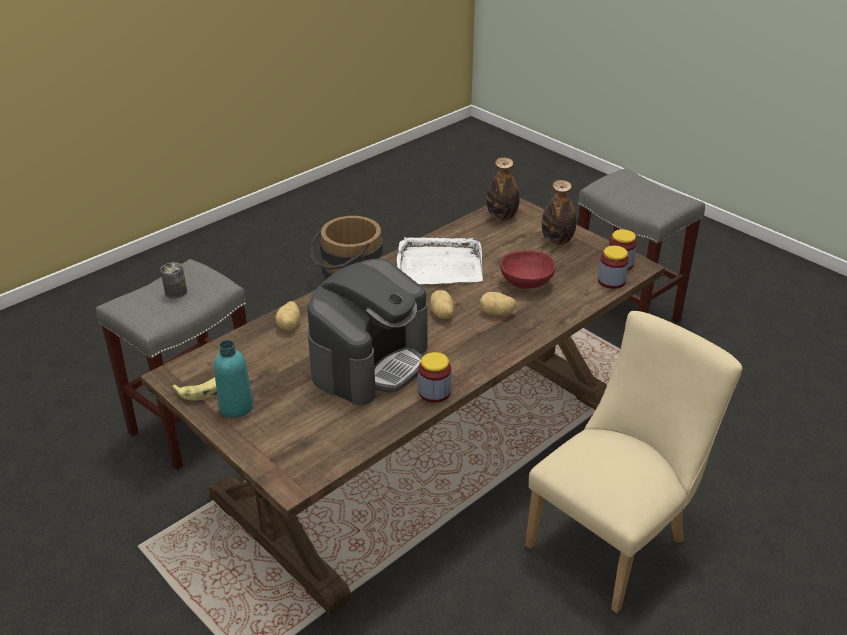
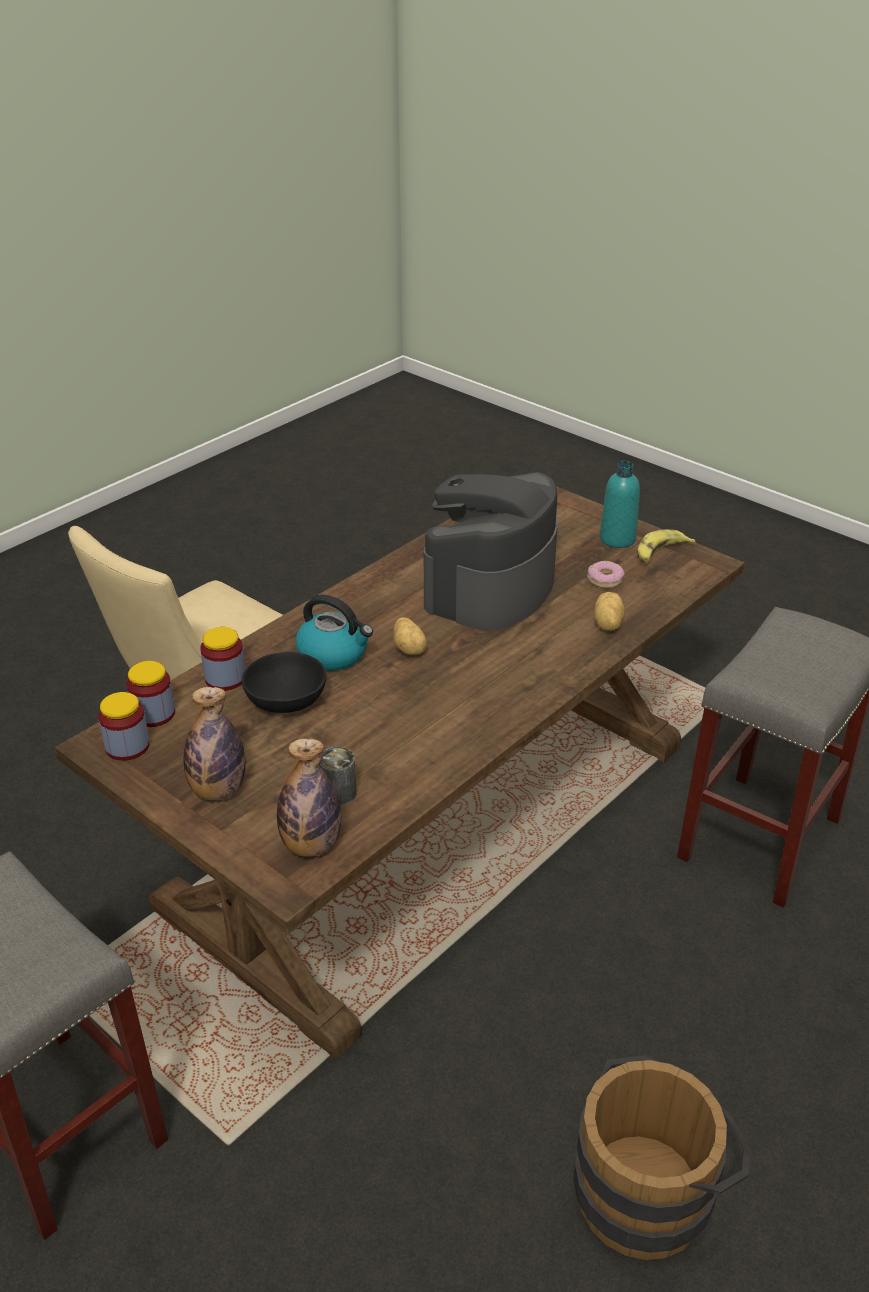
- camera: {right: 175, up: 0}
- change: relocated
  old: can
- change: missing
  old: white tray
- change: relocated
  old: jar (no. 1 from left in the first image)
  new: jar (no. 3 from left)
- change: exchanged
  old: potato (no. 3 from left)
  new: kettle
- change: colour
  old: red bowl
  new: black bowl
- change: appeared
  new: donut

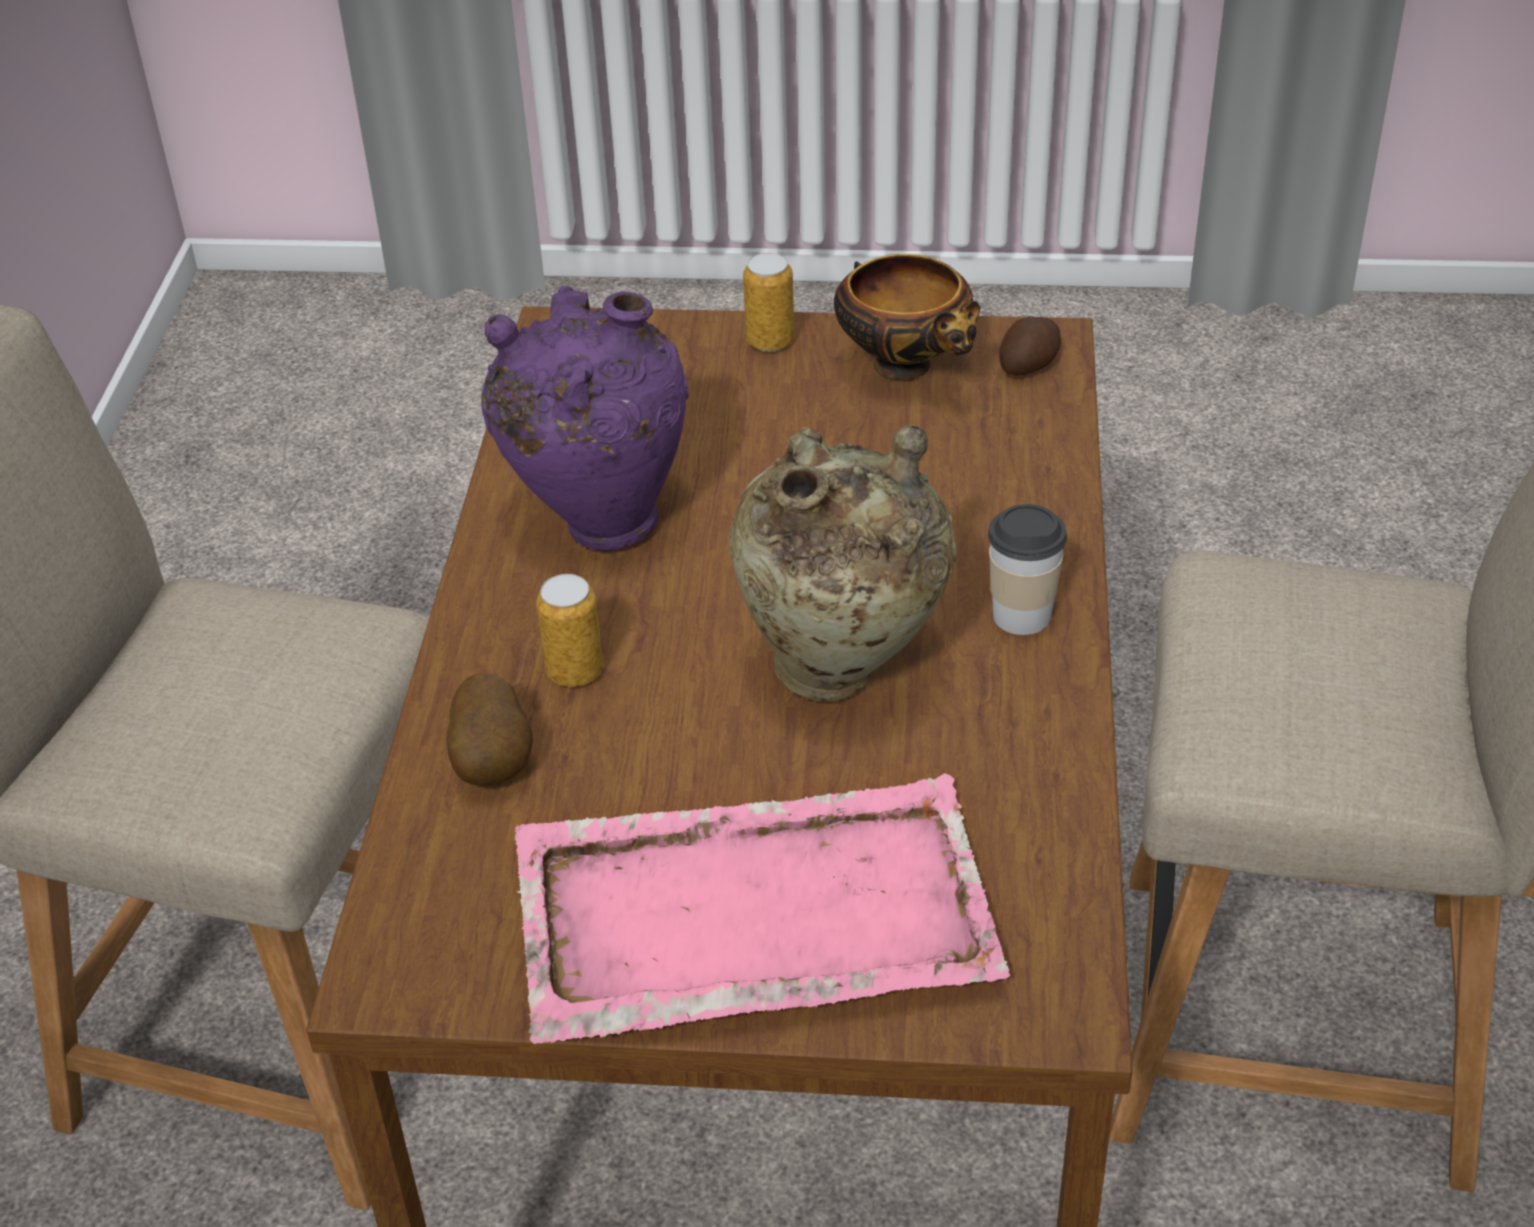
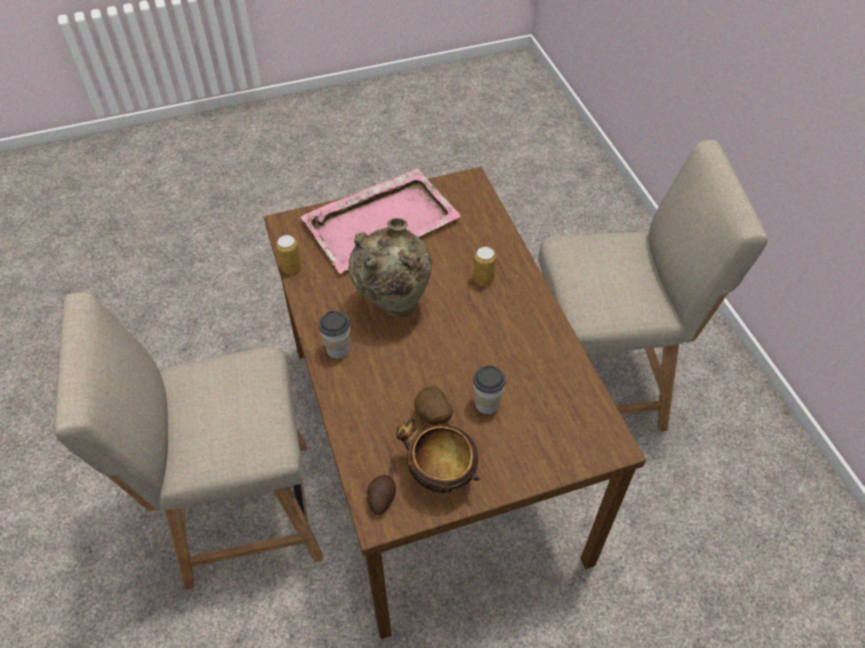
- camera: {right: 155, up: 10}
- change: relocated
  old: potato (no. 1 from left in the first image)
  new: potato (no. 2 from left)
- change: missing
  old: purple vase
- change: relocated
  old: can (no. 2 from left in the first image)
  new: can (no. 1 from left)
- change: appeared
  new: cup (no. 2 from left)

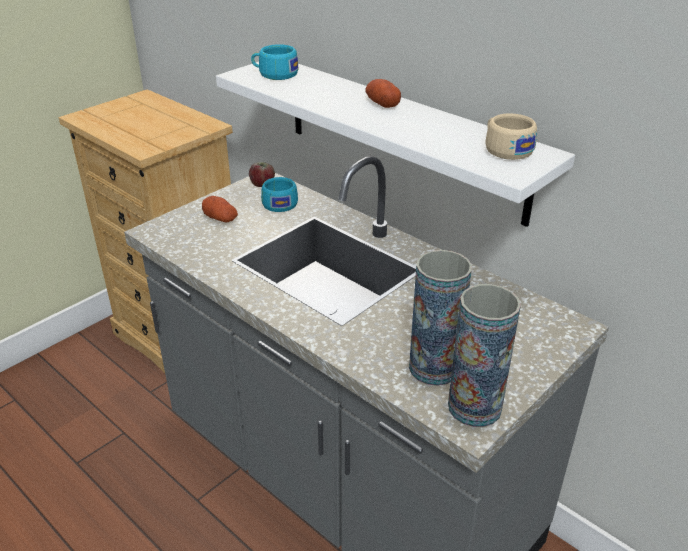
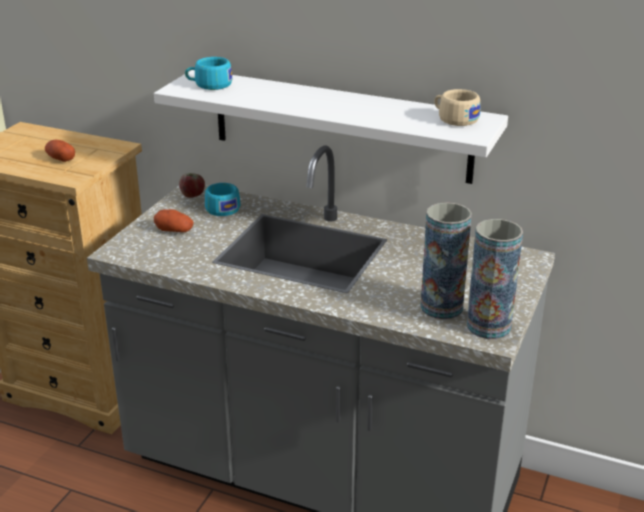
- camera: {right: -20, up: -5}
- change: relocated
  old: potato (no. 2 from left in the first image)
  new: potato (no. 1 from left)

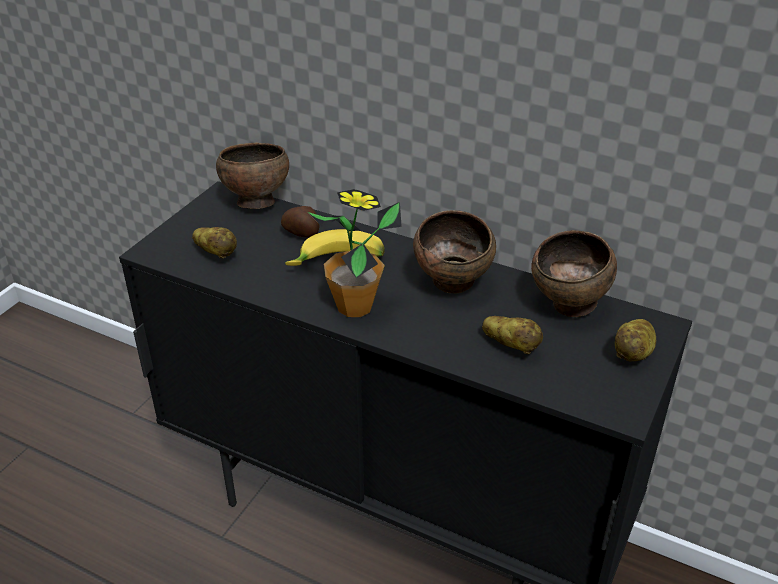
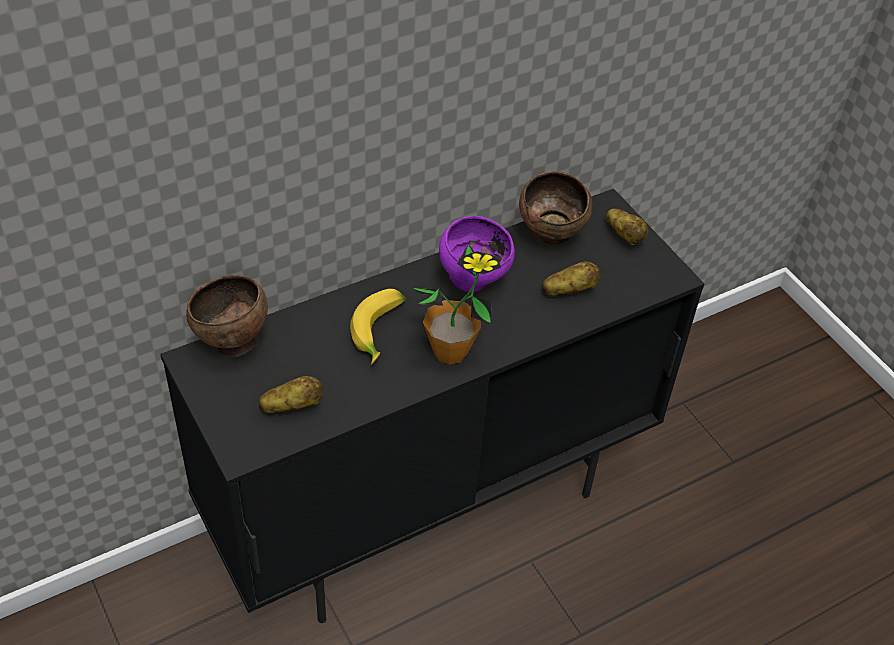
- camera: {right: -60, up: 10}
- change: missing
  old: potato (no. 2 from left)
- change: colour
  old: brown bowl (no. 2 from left)
  new: purple bowl

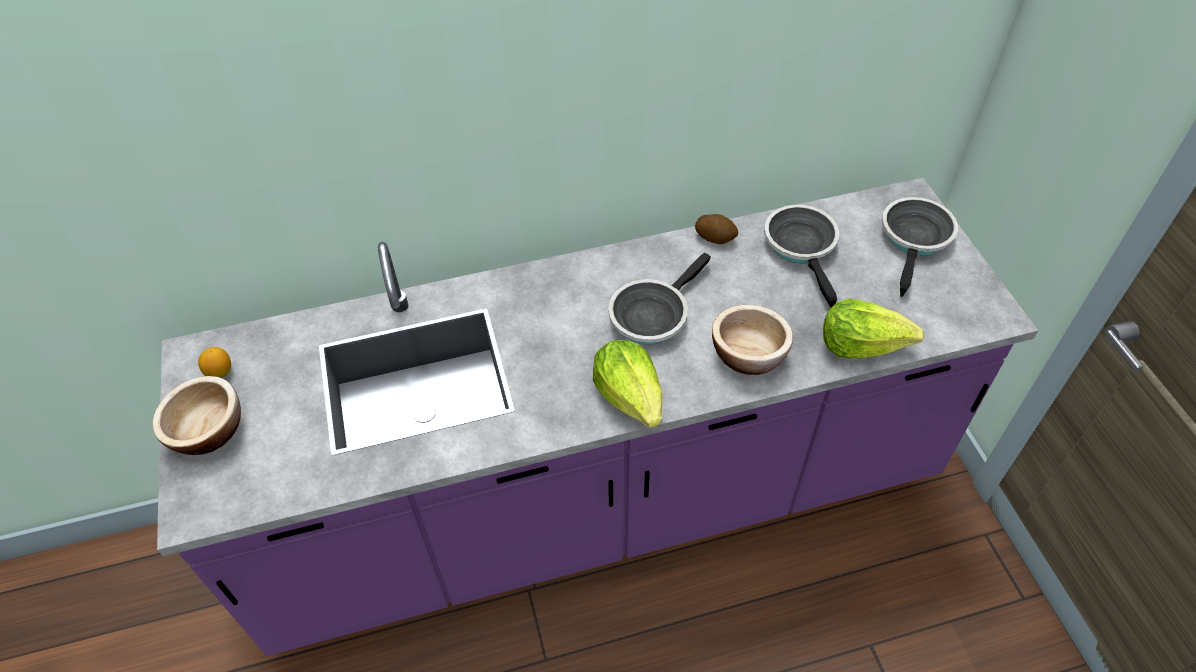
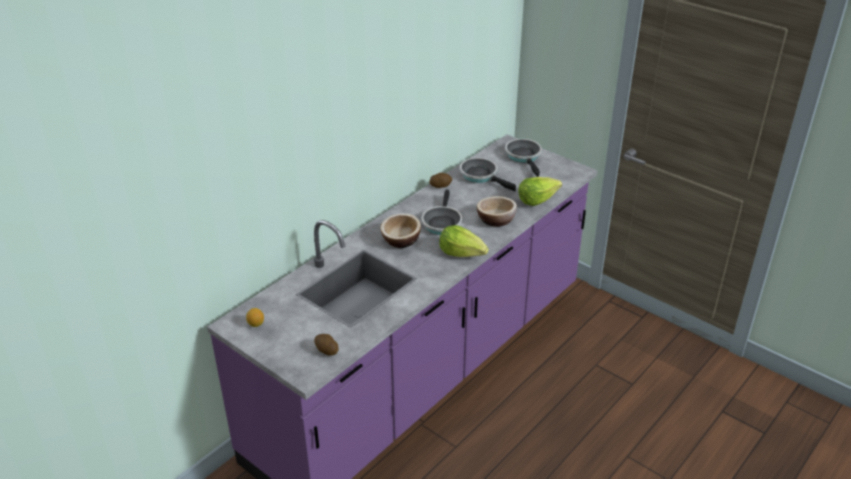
- camera: {right: -35, up: -15}
- change: relocated
  old: bowl (no. 1 from left)
- change: appeared
  new: potato (no. 1 from left)

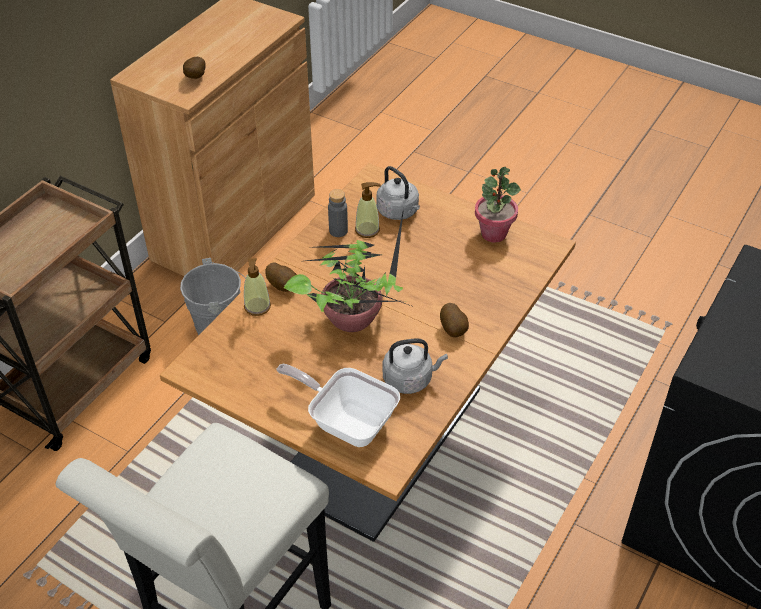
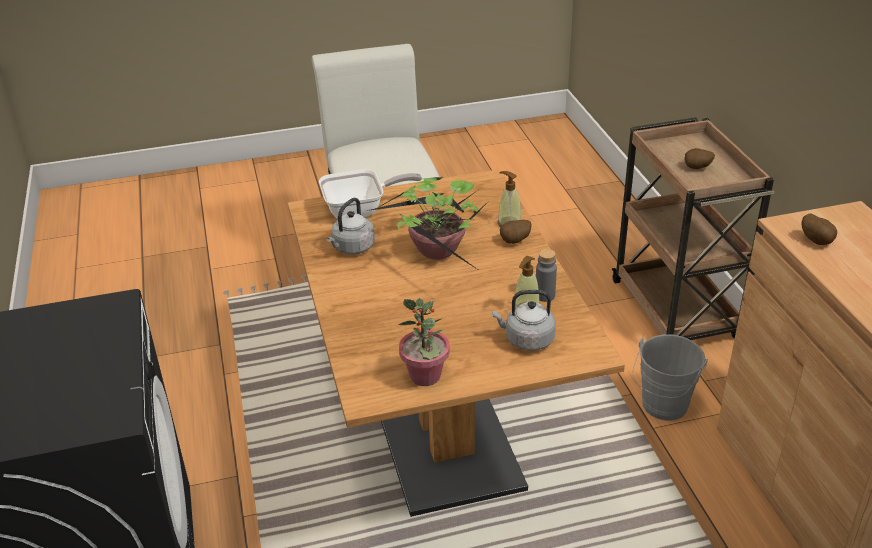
- camera: {right: 135, up: -10}
- change: relocated
  old: potato (no. 3 from left in the first image)
  new: potato (no. 2 from left)

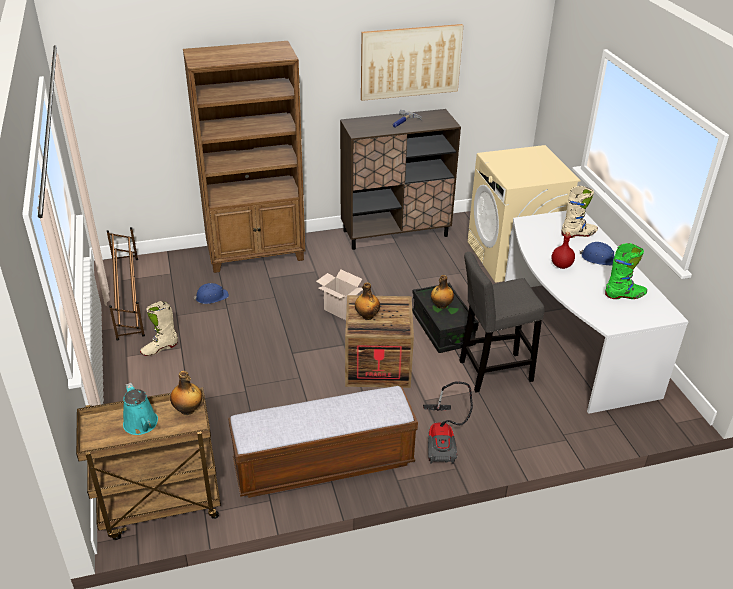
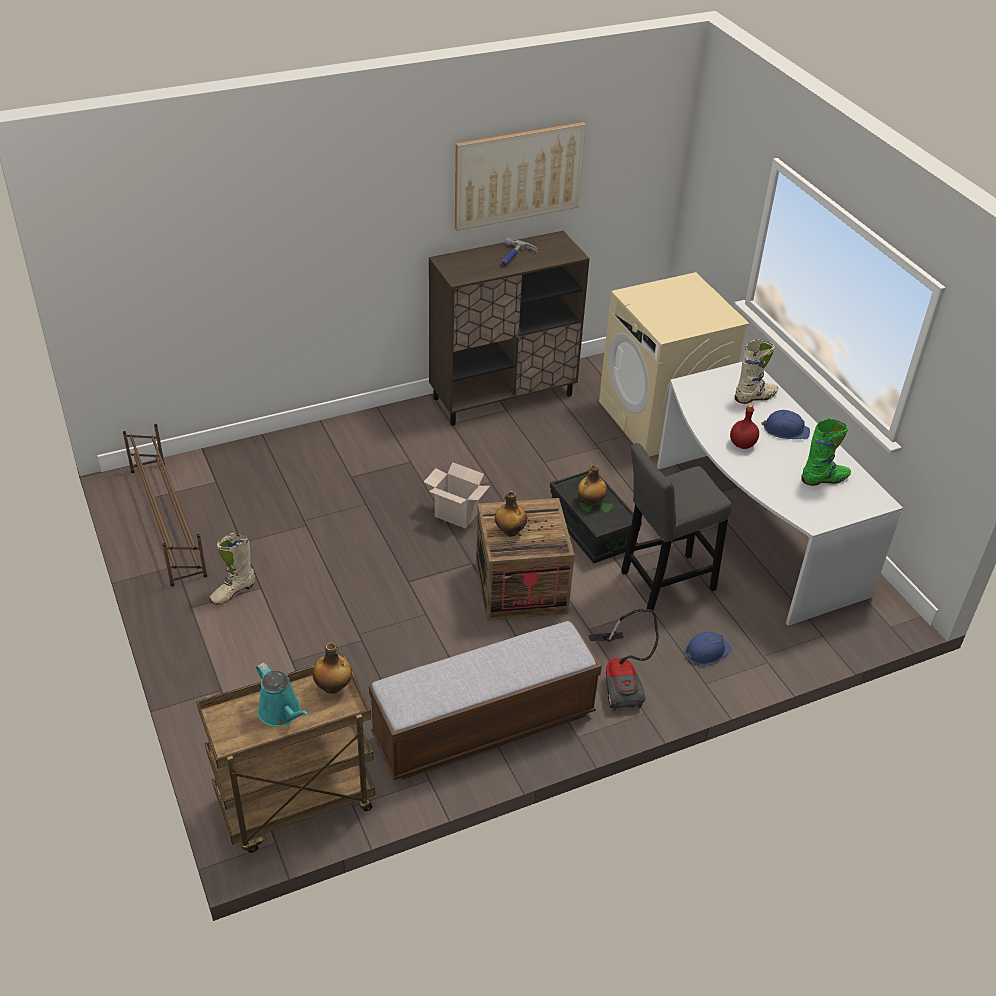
- camera: {right: -10, up: 5}
- change: missing
  old: brown bookcase
- change: relocated
  old: blue hard hat (no. 1 from left)

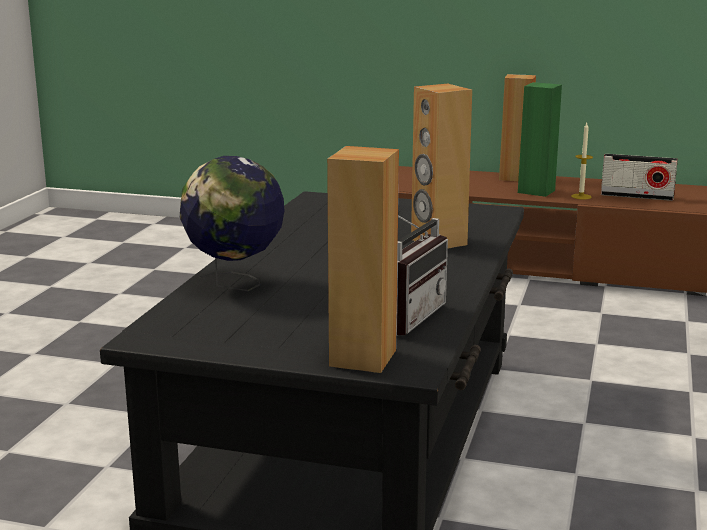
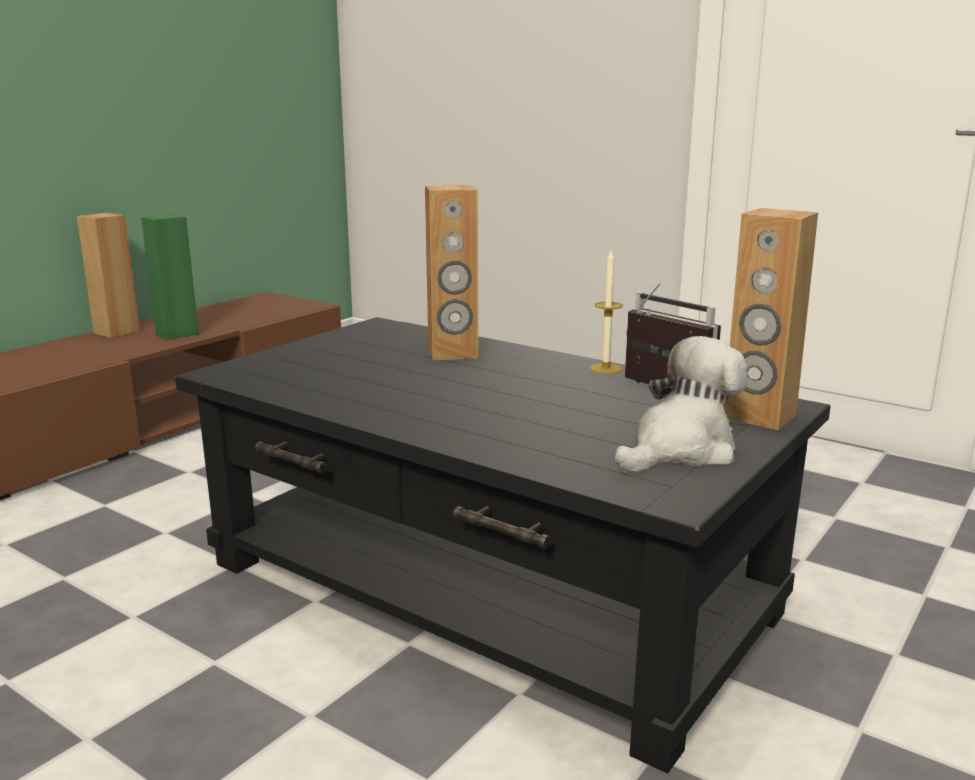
- camera: {right: -70, up: 0}
- change: missing
  old: globe
- change: relocated
  old: candle
- change: missing
  old: radio (no. 2 from left)
- change: appeared
  new: plush toy

